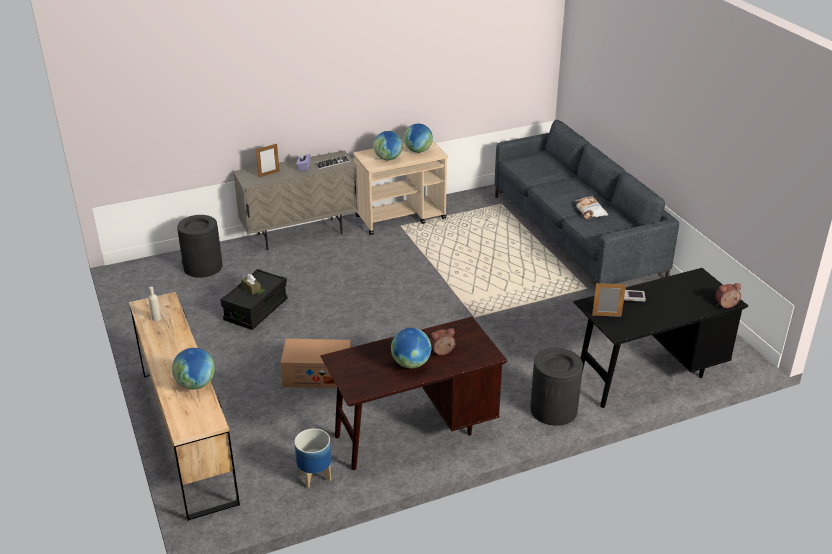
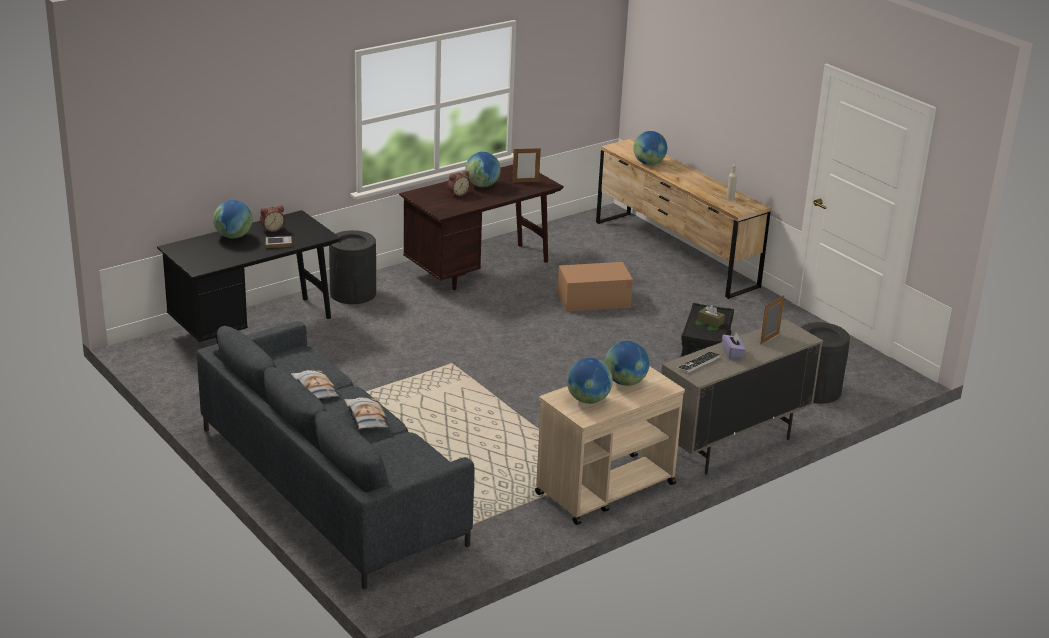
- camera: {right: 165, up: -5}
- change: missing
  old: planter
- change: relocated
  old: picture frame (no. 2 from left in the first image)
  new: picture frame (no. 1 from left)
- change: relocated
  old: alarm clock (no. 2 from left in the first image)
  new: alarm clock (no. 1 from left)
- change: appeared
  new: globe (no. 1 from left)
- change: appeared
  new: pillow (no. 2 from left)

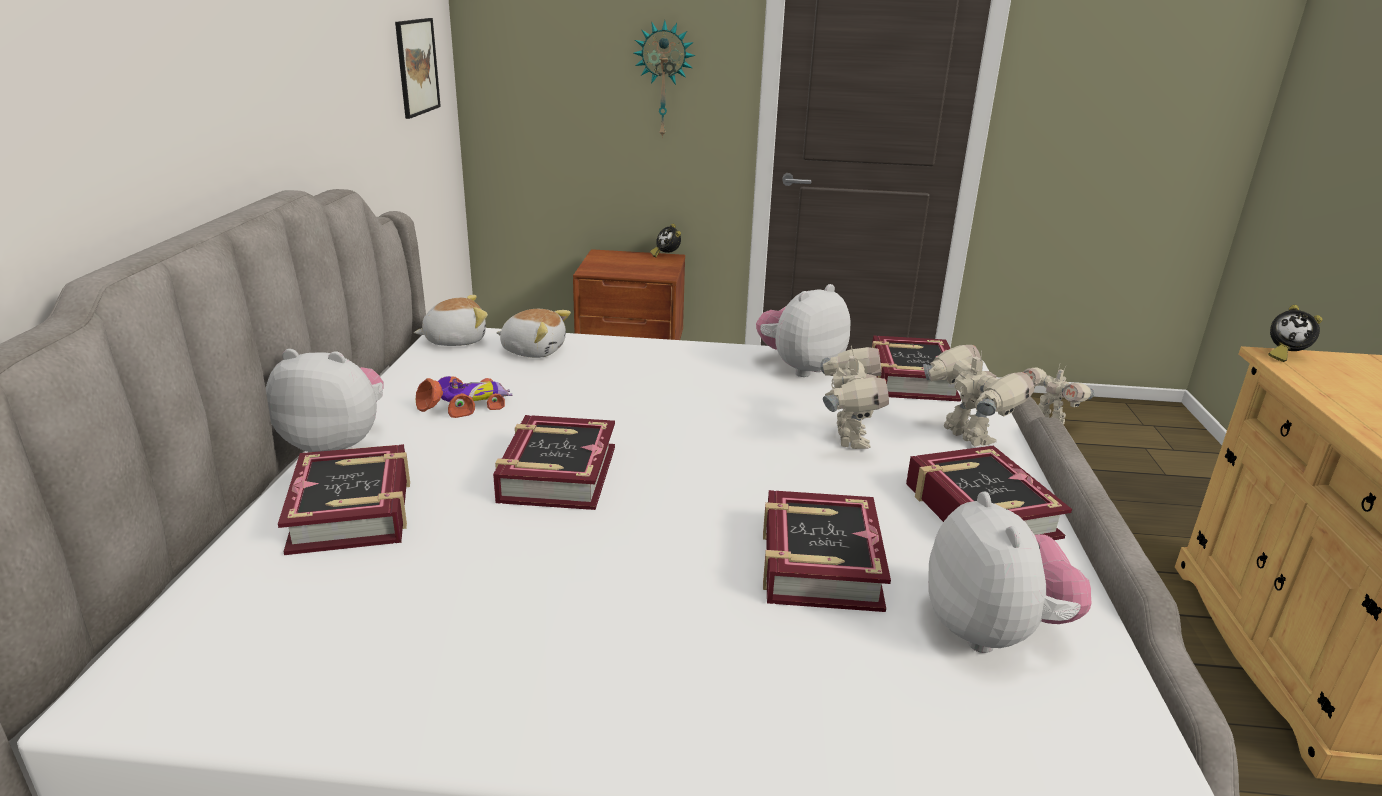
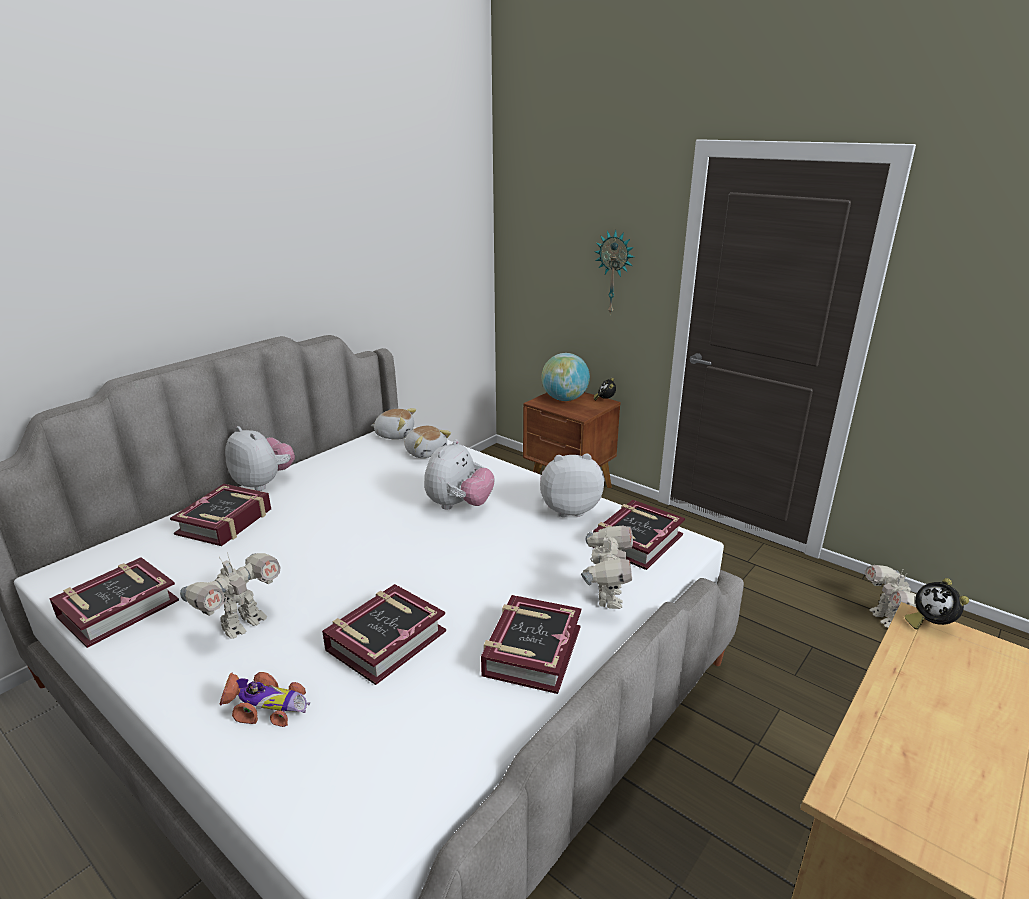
- camera: {right: 35, up: 0}
- change: missing
  old: picture
- change: relocated
  old: toy car
- change: relocated
  old: book (no. 2 from left in the first image)
  new: book (no. 1 from left)
- change: relocated
  old: toy robot (no. 1 from left)
- change: relocated
  old: plush toy (no. 5 from left in the first image)
  new: plush toy (no. 4 from left)
- change: appeared
  new: globe

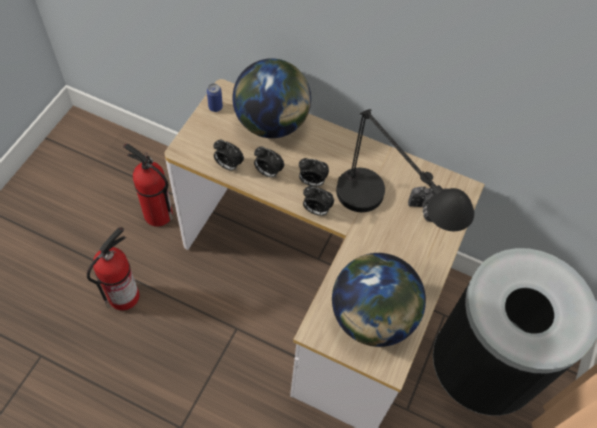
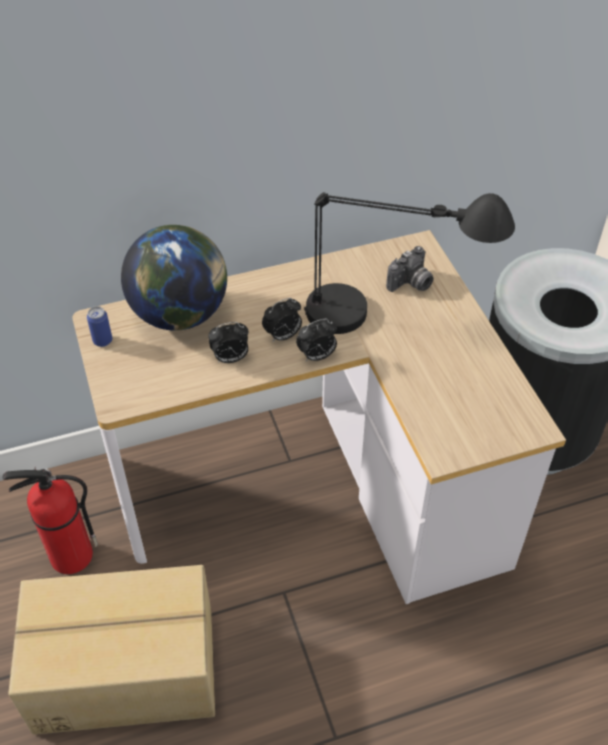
- camera: {right: -40, up: -10}
- change: exchanged
  old: fire extinguisher (no. 1 from left)
  new: cardboard box
- change: missing
  old: alarm clock (no. 1 from left)
- change: missing
  old: globe (no. 2 from left)

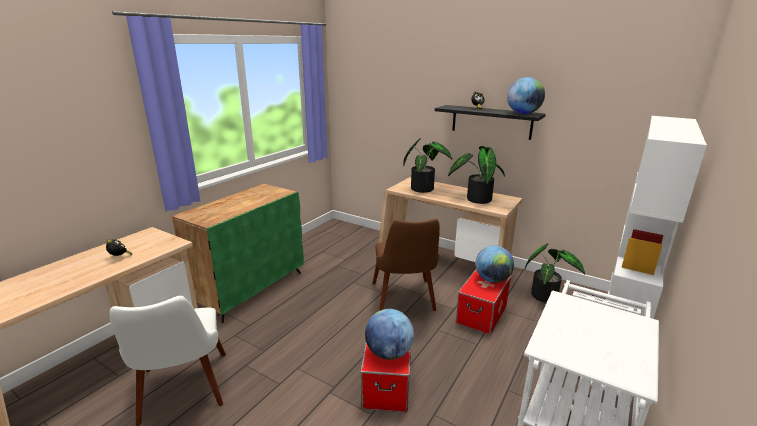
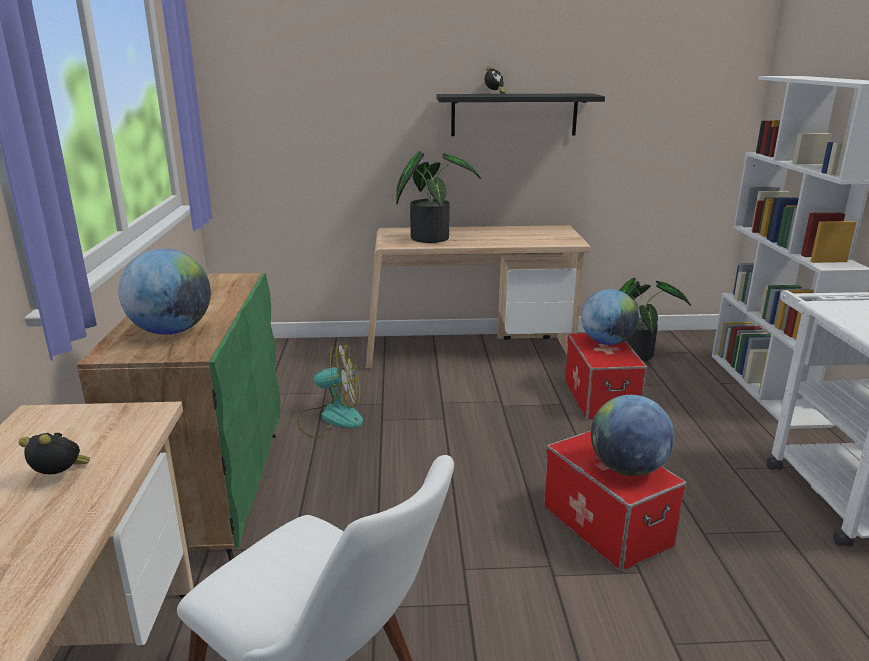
- camera: {right: -35, up: 0}
- change: missing
  old: brown chair
- change: missing
  old: potted plant (no. 2 from left)
- change: relocated
  old: globe (no. 3 from left in the first image)
  new: globe (no. 1 from left)
- change: appeared
  new: fan

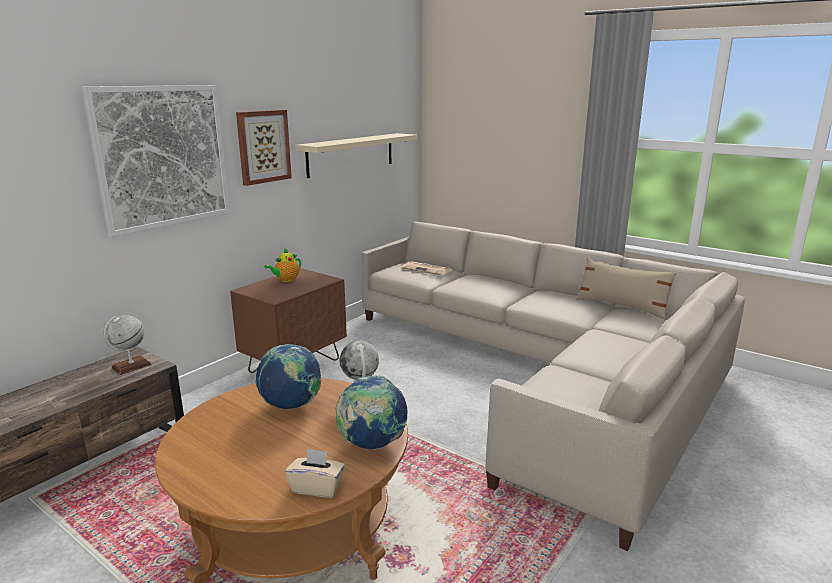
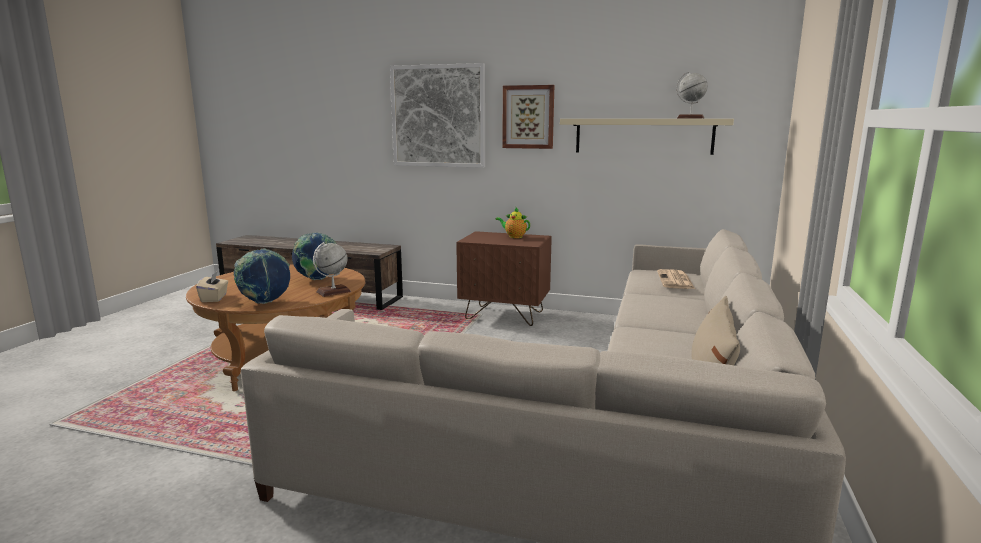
- camera: {right: 70, up: -5}
- change: relocated
  old: globe (no. 1 from left in the first image)
  new: globe (no. 4 from left)

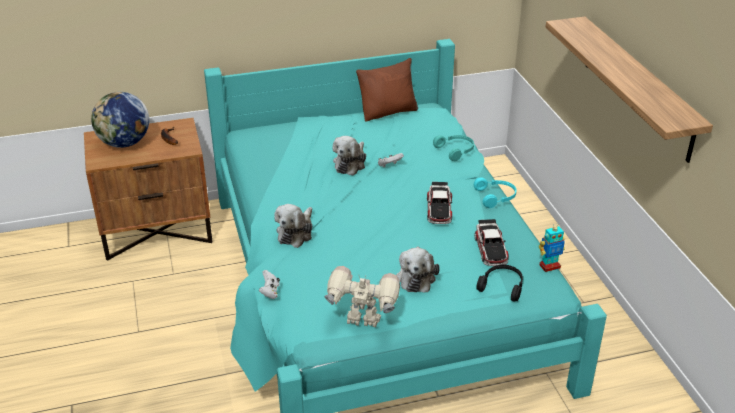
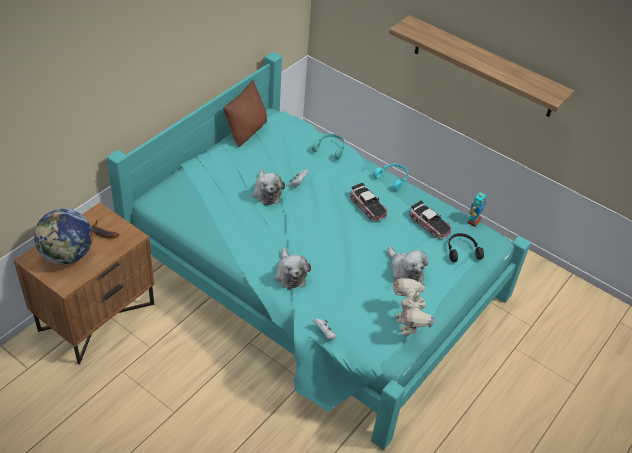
- camera: {right: -40, up: 10}
- change: spun
  old: toy robot (no. 1 from left)
  degrees: -75

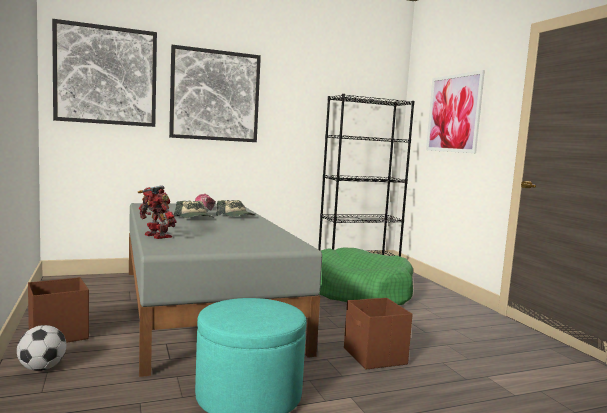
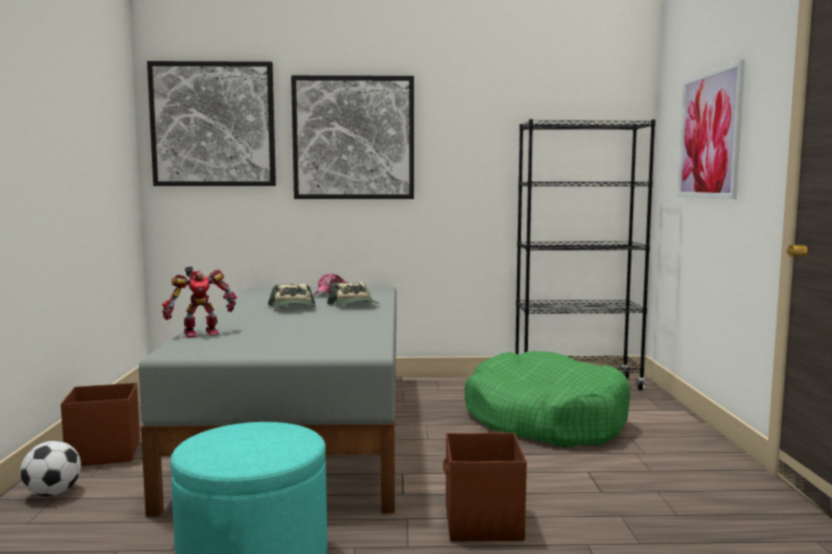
- camera: {right: 20, up: 0}
- change: spun
  old: toy robot
  degrees: 90

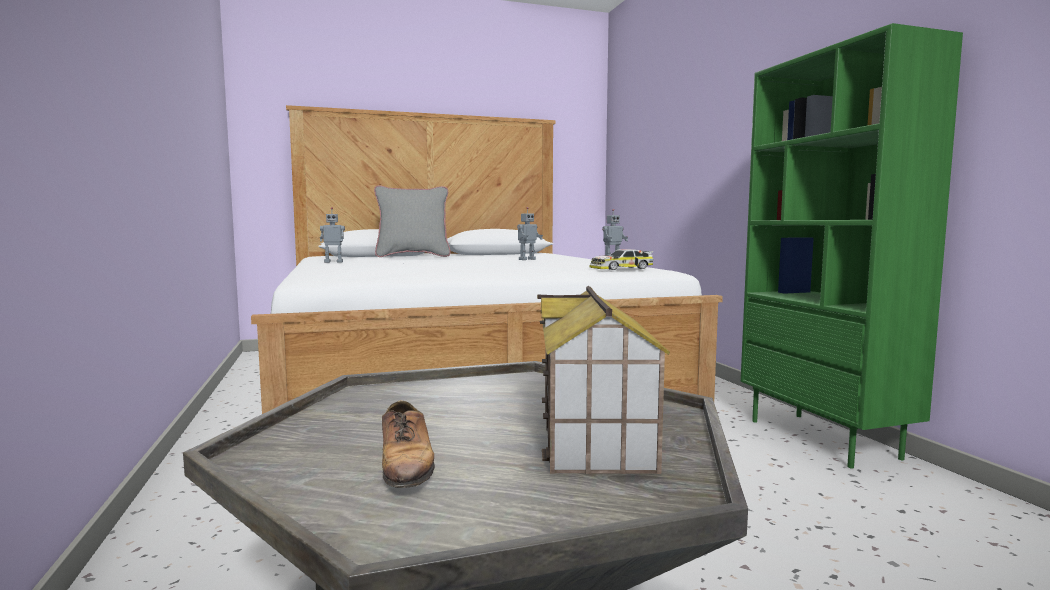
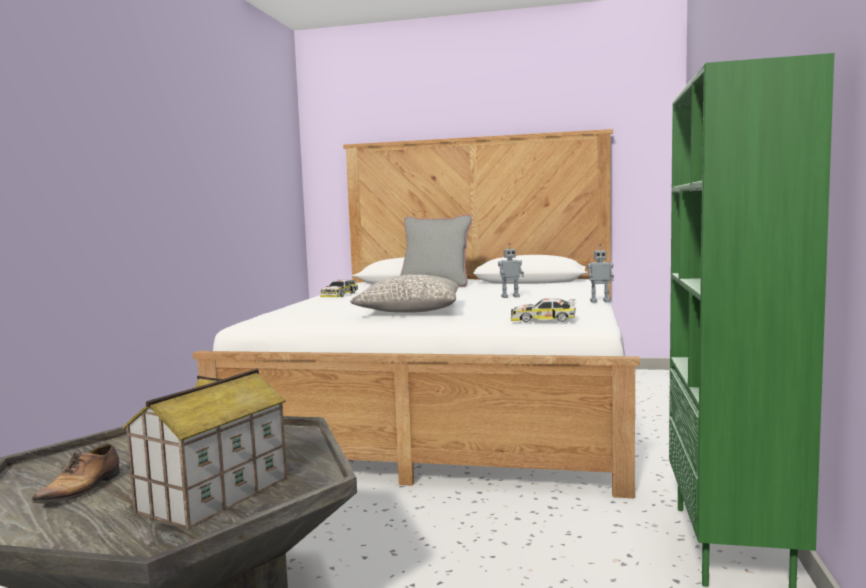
- camera: {right: 30, up: 0}
- change: exchanged
  old: toy robot (no. 1 from left)
  new: toy car (no. 1 from left)
- change: appeared
  new: grey pillow (no. 1 from left)

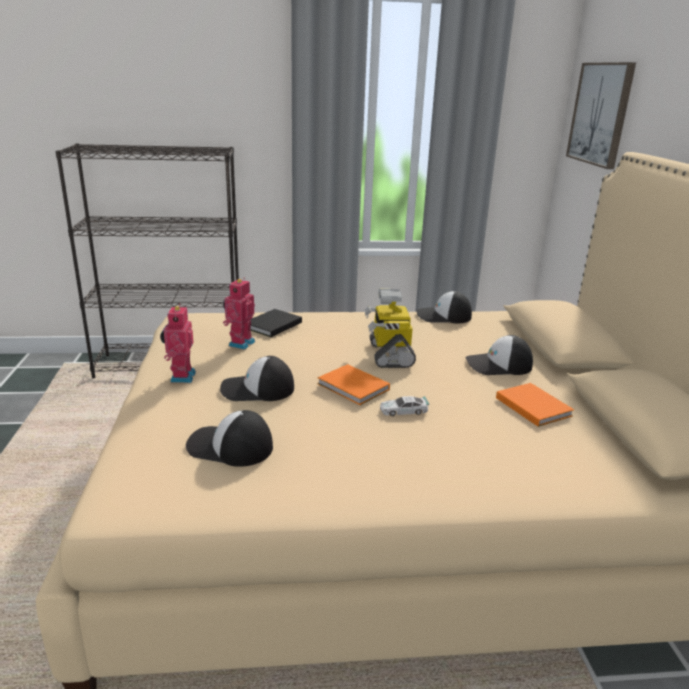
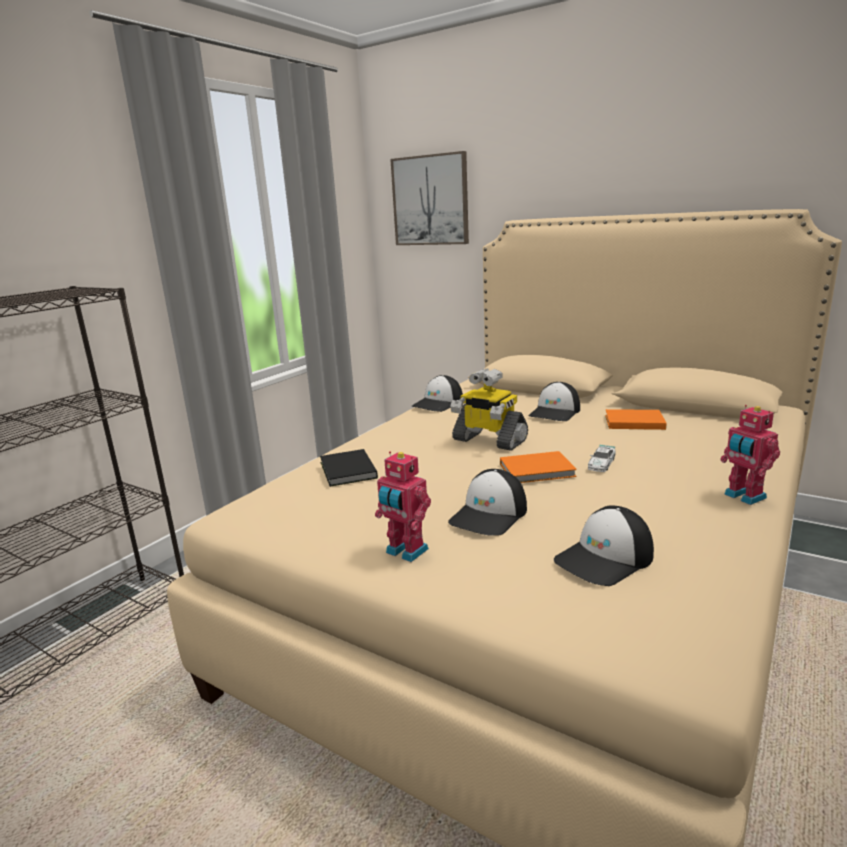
- camera: {right: -50, up: -5}
- change: relocated
  old: toy robot (no. 2 from left in the first image)
  new: toy robot (no. 3 from left)

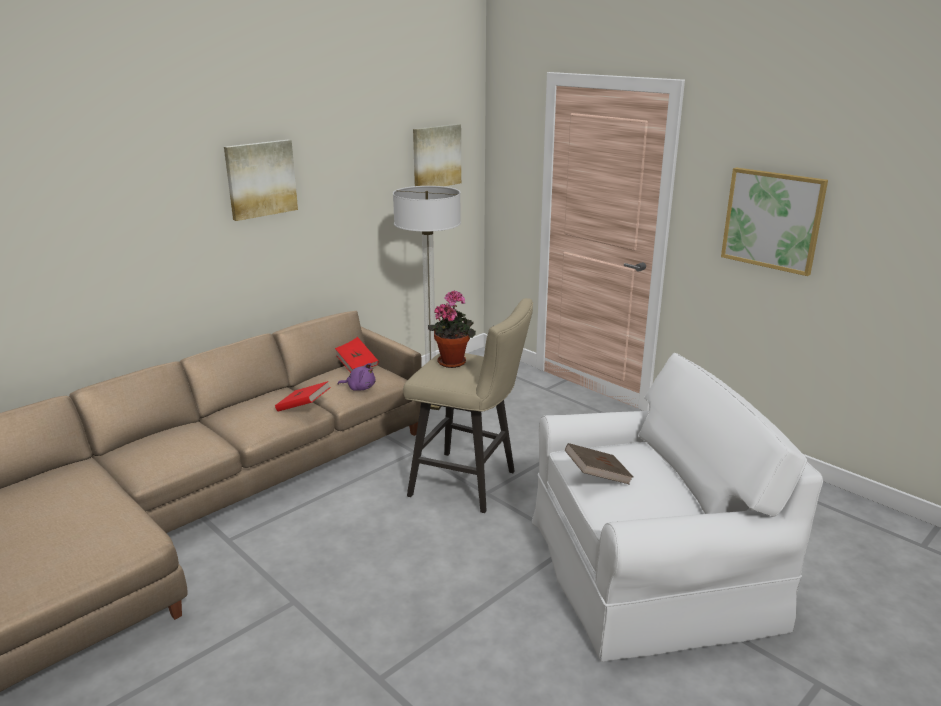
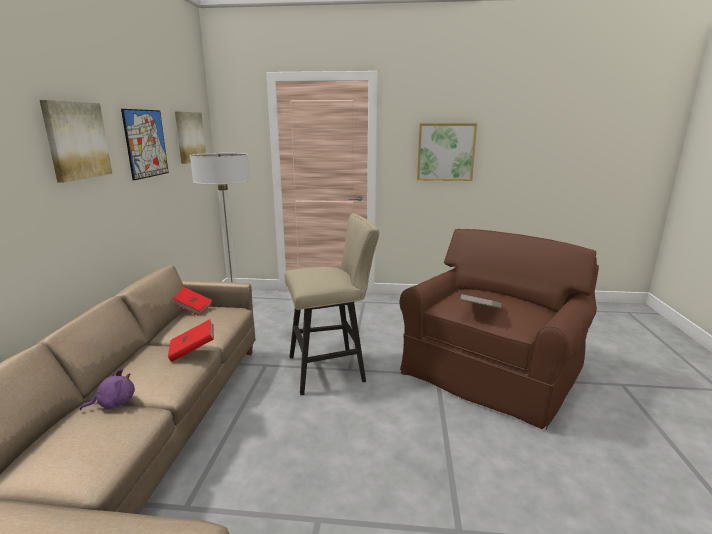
- camera: {right: -40, up: -5}
- change: relocated
  old: purple plush toy
- change: missing
  old: potted plant
- change: colour
  old: white armchair
  new: brown armchair
- change: appeared
  new: picture (no. 2 from left)

